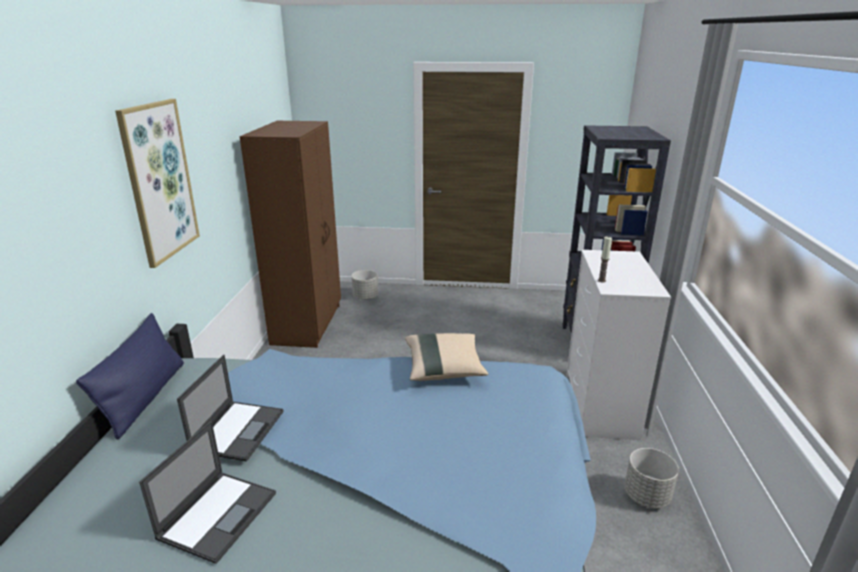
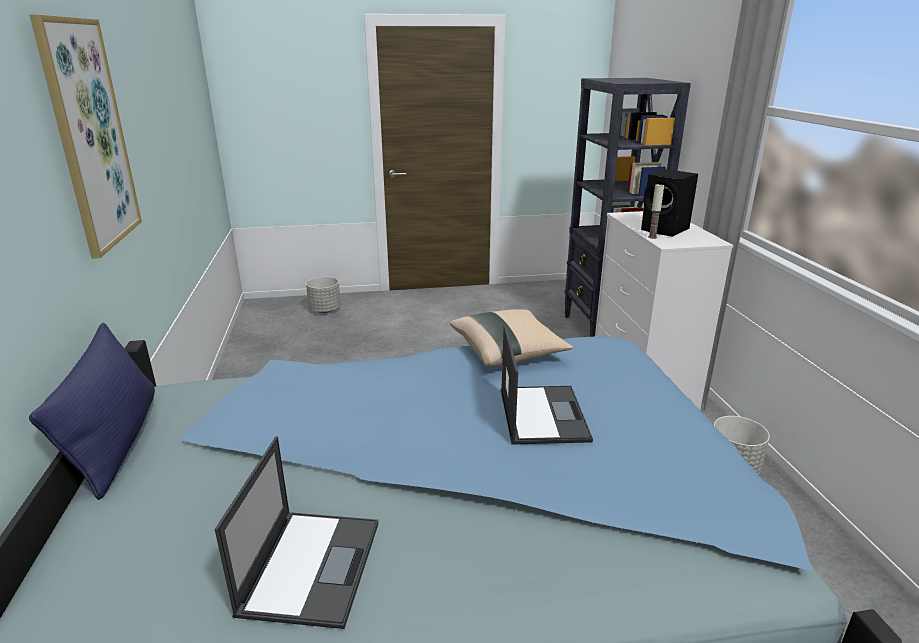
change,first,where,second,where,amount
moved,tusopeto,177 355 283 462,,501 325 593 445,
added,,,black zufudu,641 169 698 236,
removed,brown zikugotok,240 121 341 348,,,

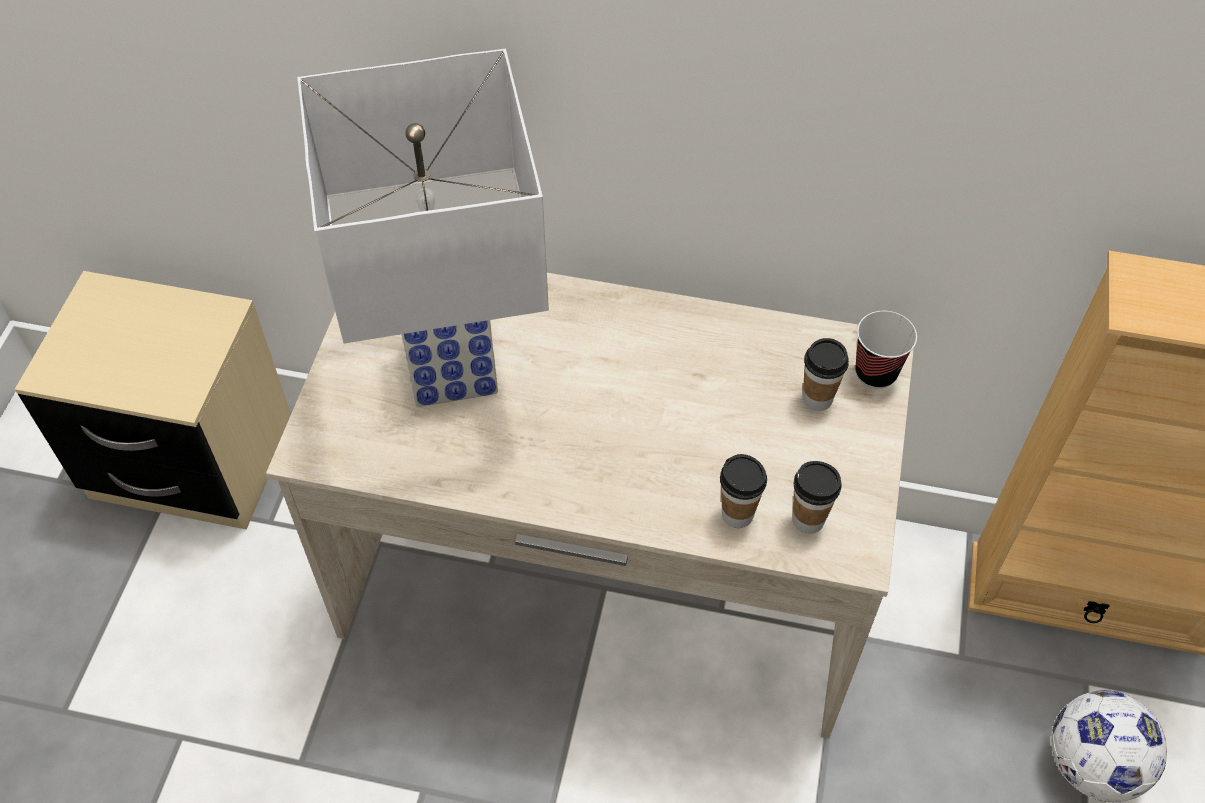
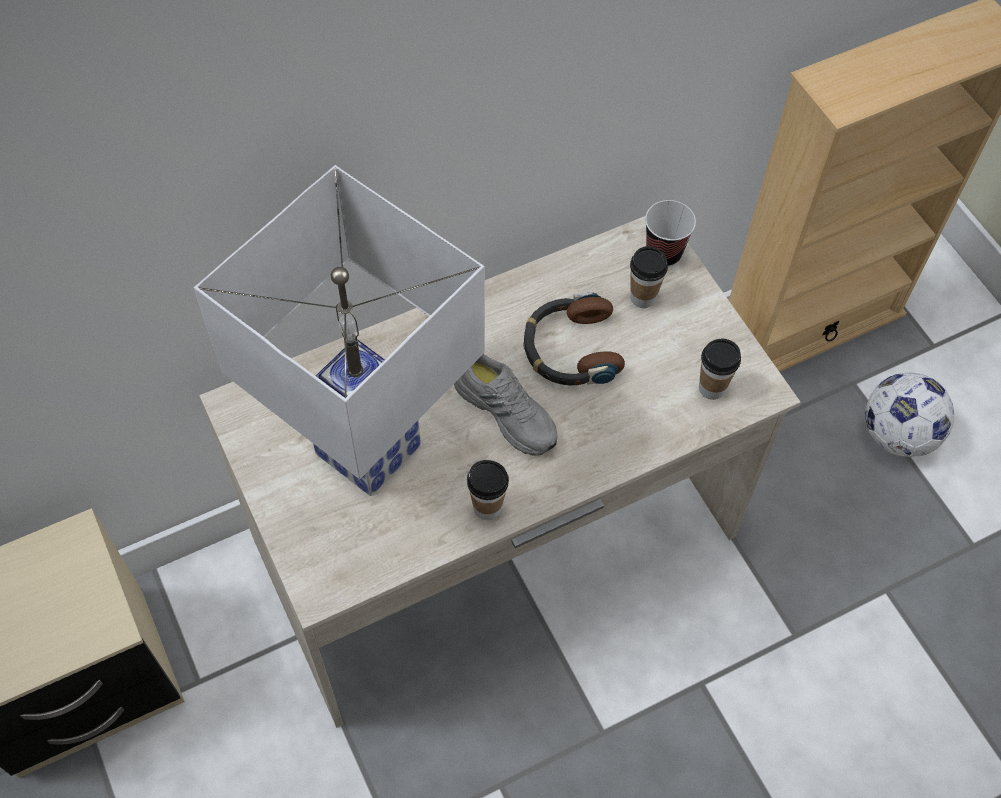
change,first,where,second,where,amount
added,,,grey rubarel,454 354 557 456,
moved,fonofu,720 454 767 528,,467 460 509 520,
added,,,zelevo,523 292 625 386,

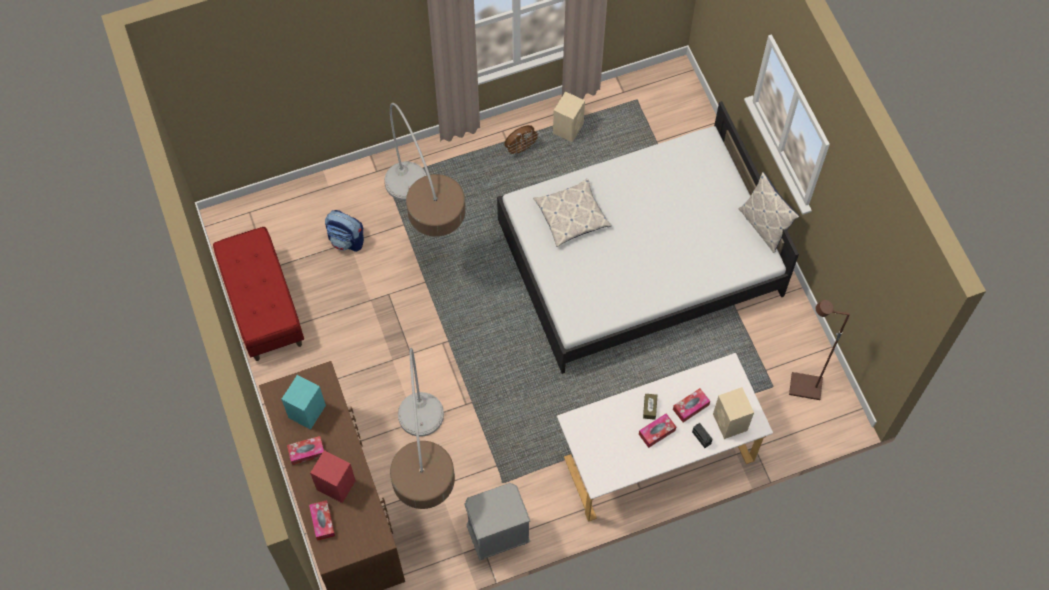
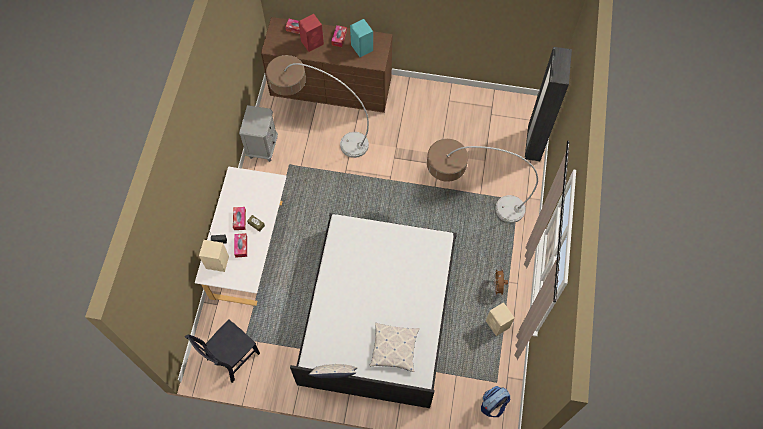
change,first,where,second,where,amount
replaced,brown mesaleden,789 300 850 400,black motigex,185 319 260 383,
moved,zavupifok,533 178 611 247,,369 322 420 372,
moved,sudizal,325 210 364 252,,481 386 510 417,
added,,,black zikugotok,525 47 572 161,
removed,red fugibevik,213 227 304 361,,,

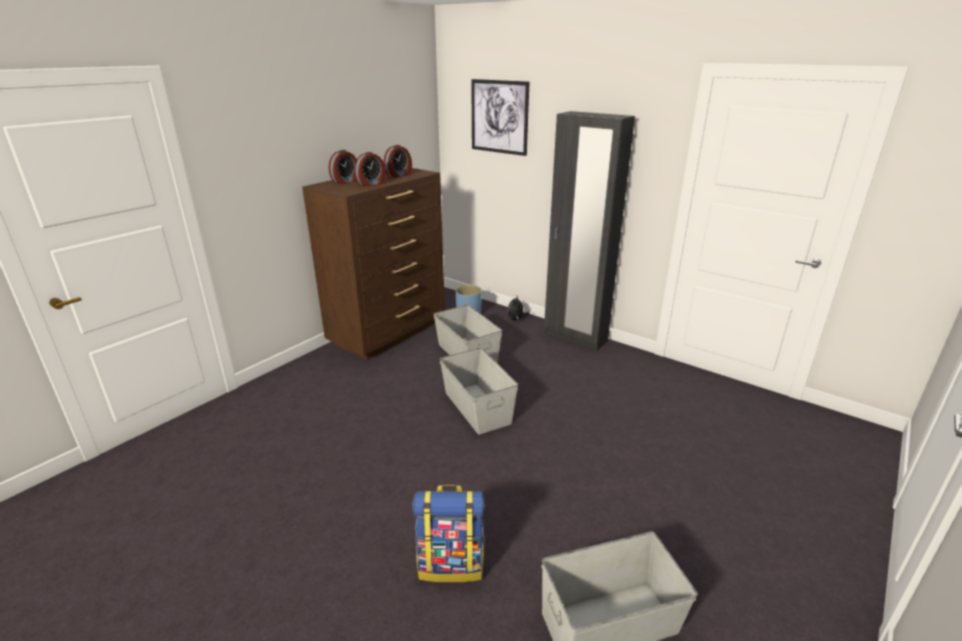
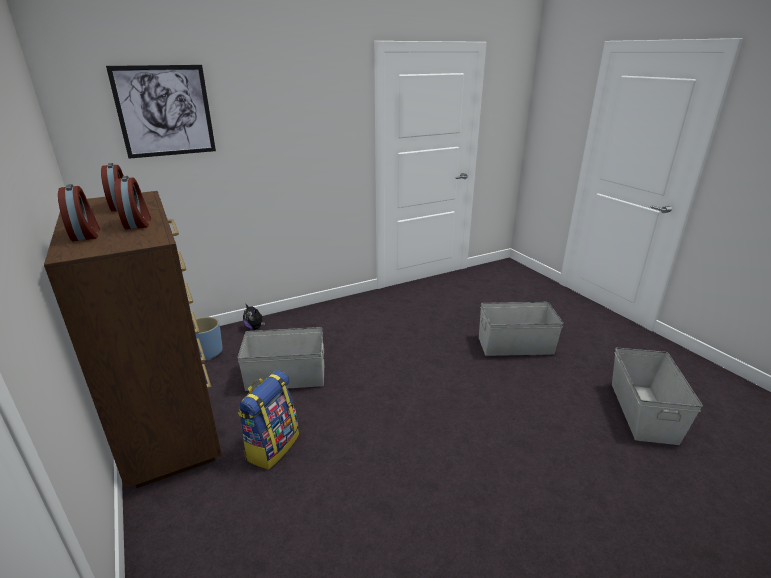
change,first,where,second,where,amount
moved,sudizal,413 485 485 582,,238 370 299 470,
moved,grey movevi,439 348 518 435,,479 302 563 356,
removed,black zikugotok,544 111 635 351,,,

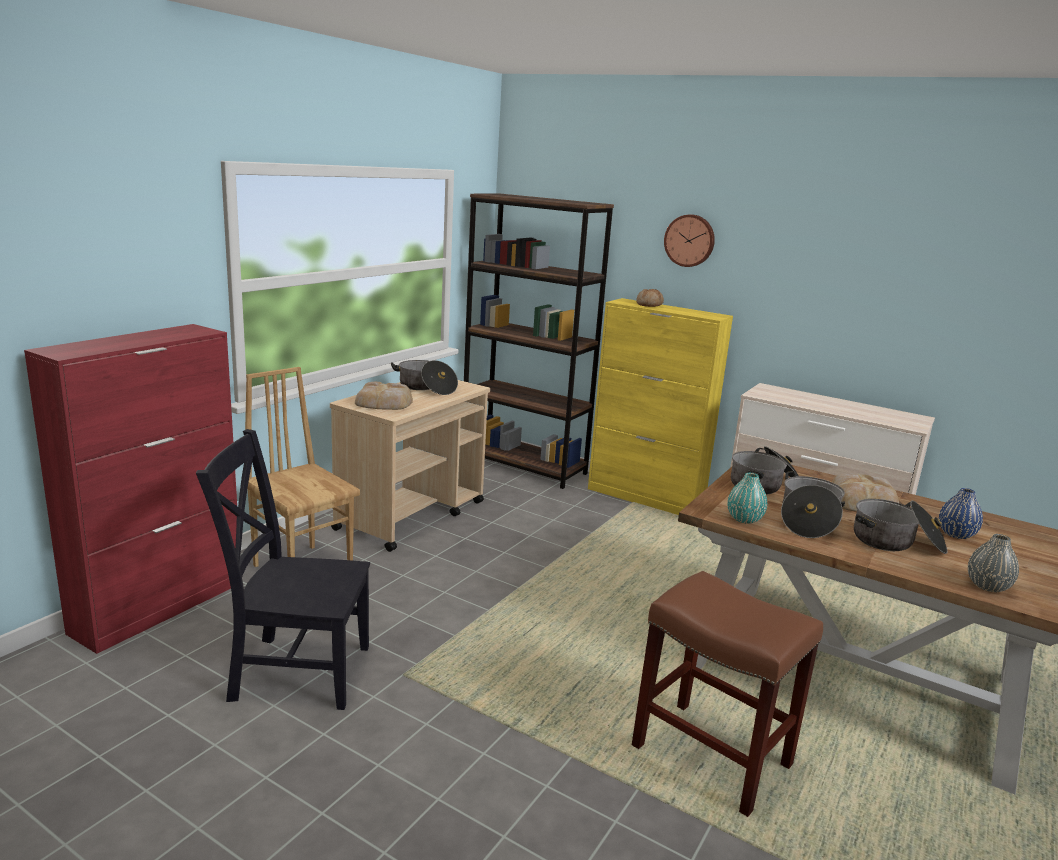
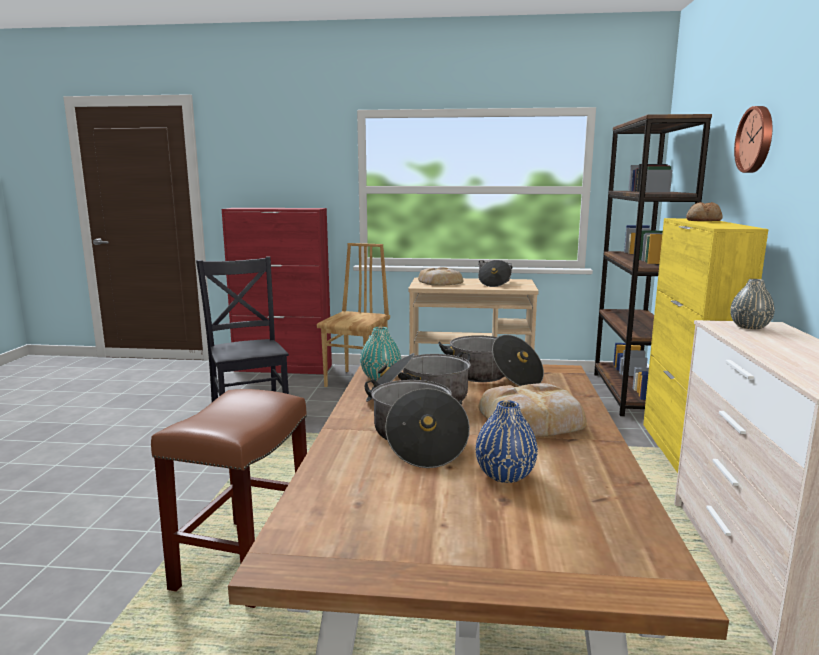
change,first,where,second,where,amount
moved,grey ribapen,968 534 1019 592,,730 279 775 329,

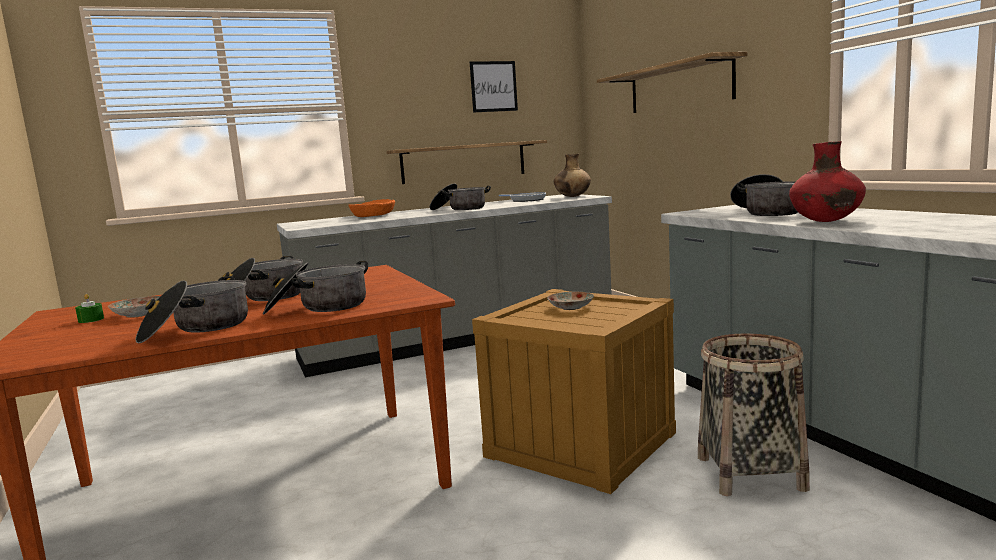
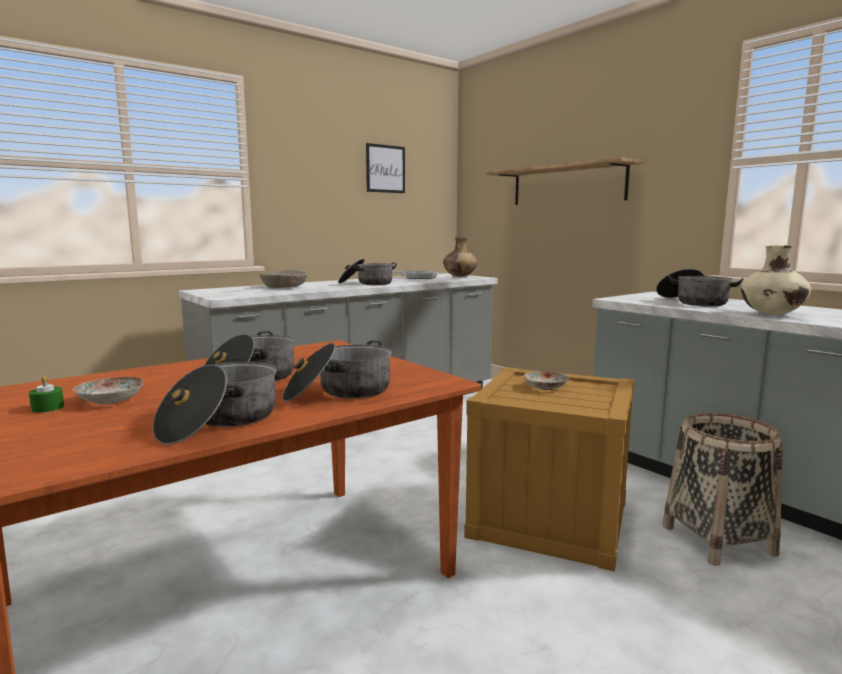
change,first,where,second,where,amount
recoloured,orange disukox,348 199 395 217,beige disukox,259 270 308 288,
recoloured,red ribapen,789 141 866 222,beige ribapen,741 245 811 315,
removed,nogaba,387 140 547 184,,,

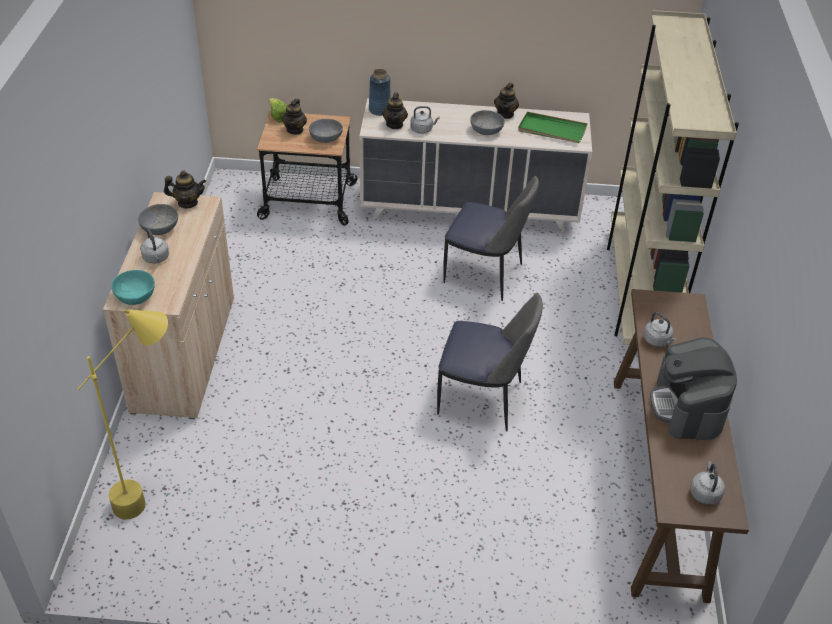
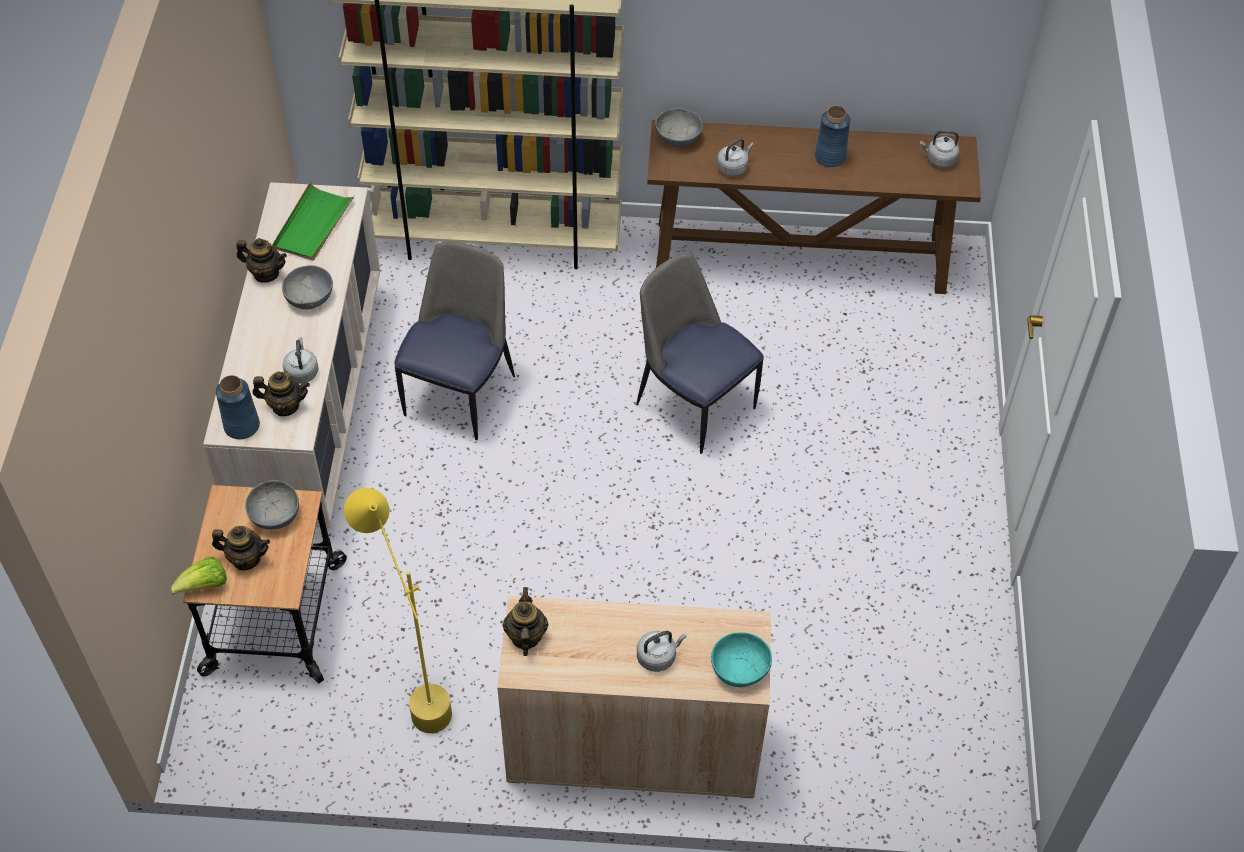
change,first,where,second,where,amount
moved,yellow mesaleden,78 309 168 519,,344 488 452 733,
turned,motigex,437 293 543 432,,636 254 764 454,60 degrees counterclockwise
moved,grey disukox,138 204 178 235,,655 108 703 147,
replaced,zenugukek,650 337 737 440,blue ribapen,815 106 850 167,

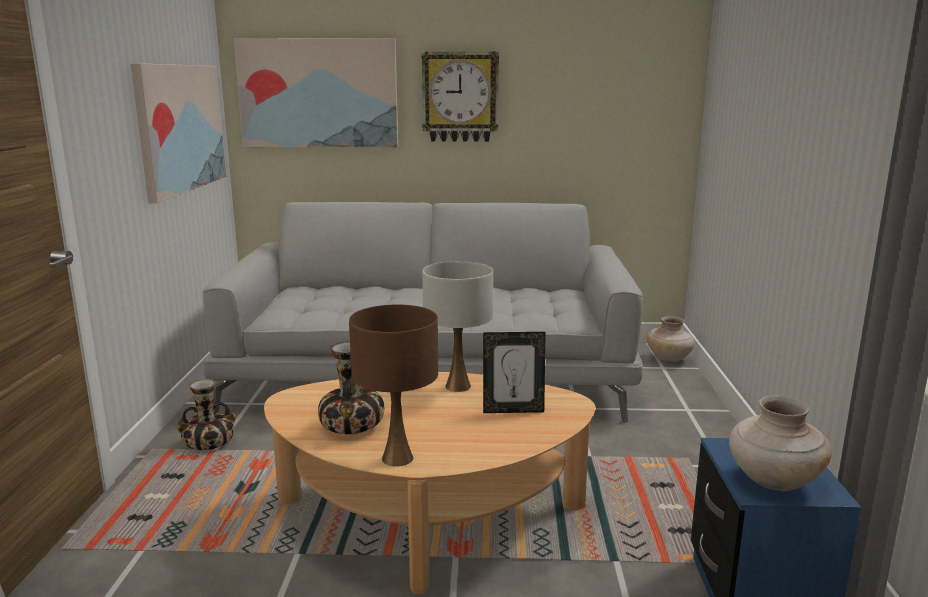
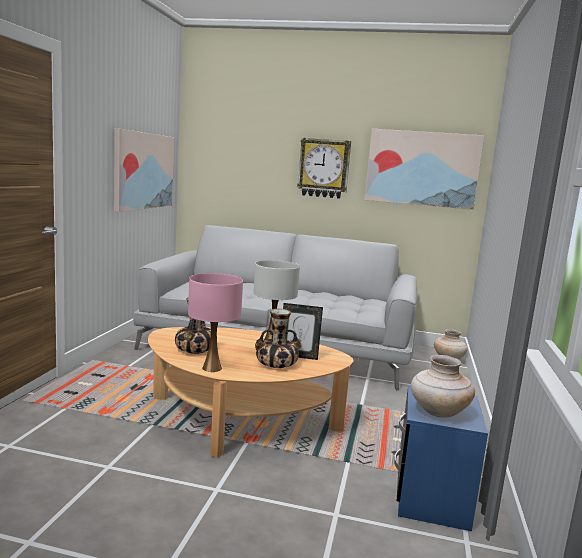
change,first,where,second,where,amount
recoloured,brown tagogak,349 305 438 467,pink tagogak,188 273 243 372,
moved,ribapen,177 379 236 450,,255 308 301 368,
moved,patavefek,234 38 398 148,,365 129 484 210,

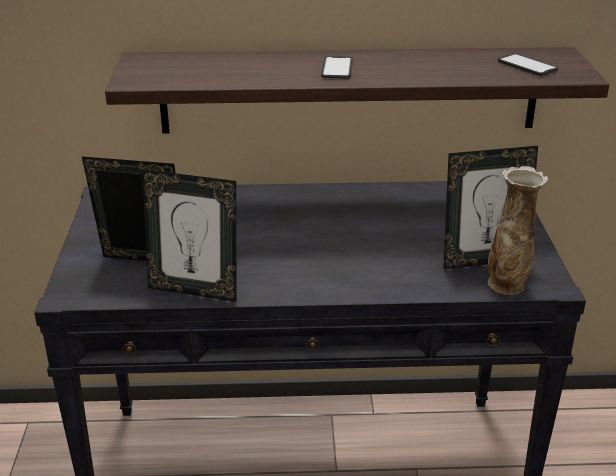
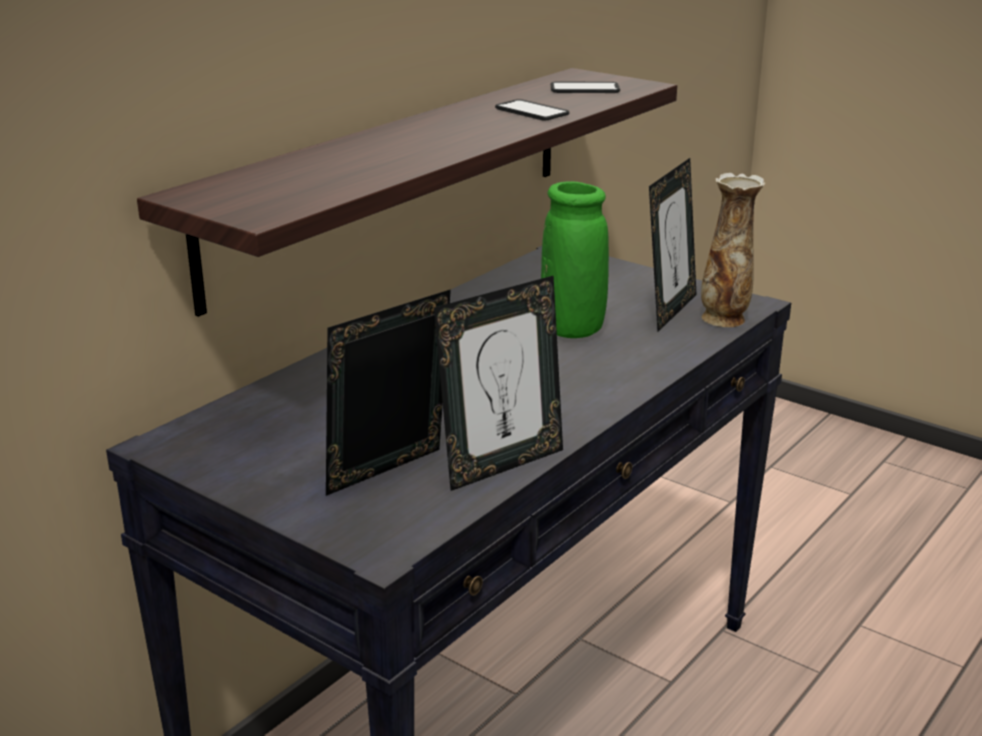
change,first,where,second,where,amount
moved,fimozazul,321 56 353 78,,495 99 569 120,
added,,,green ribapen,541 181 609 338,

